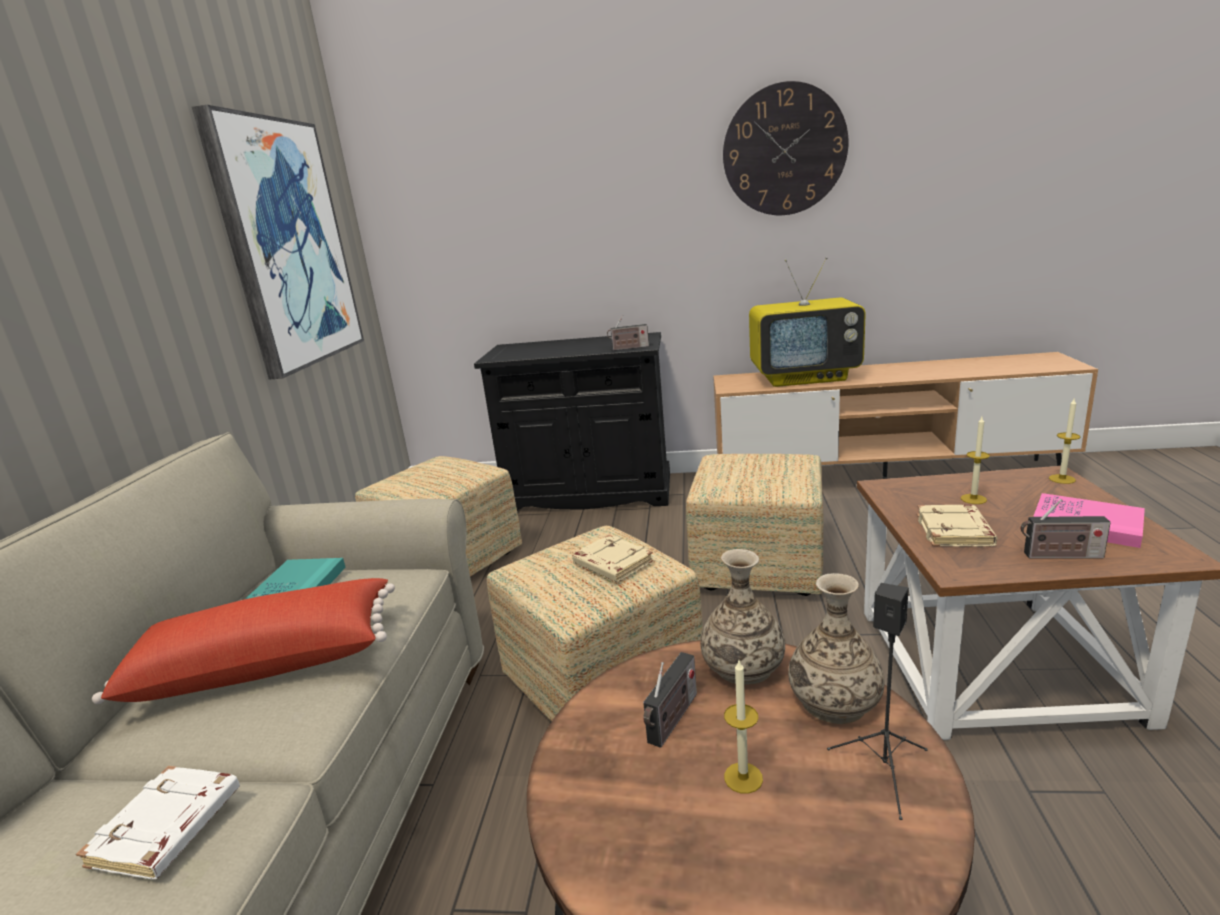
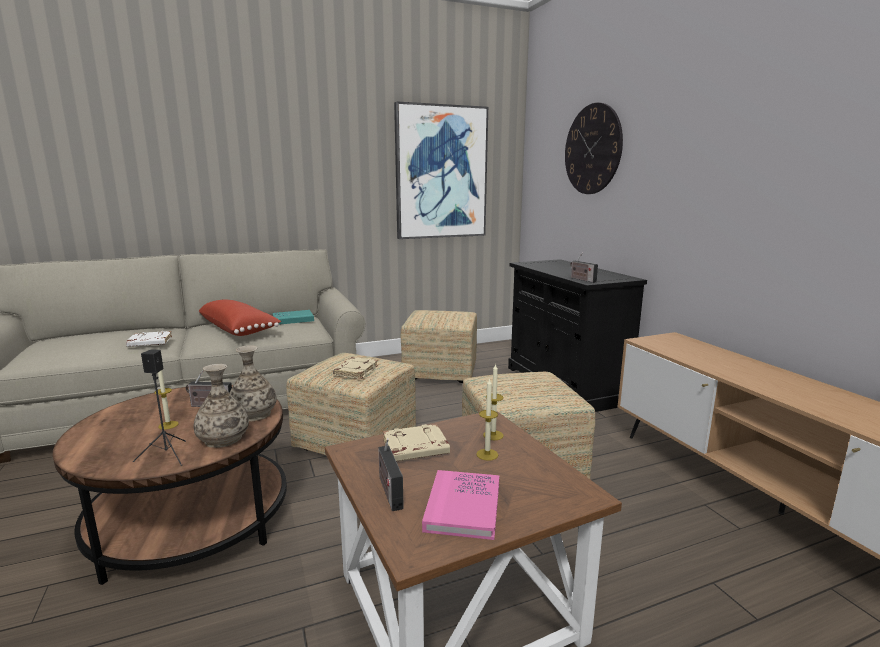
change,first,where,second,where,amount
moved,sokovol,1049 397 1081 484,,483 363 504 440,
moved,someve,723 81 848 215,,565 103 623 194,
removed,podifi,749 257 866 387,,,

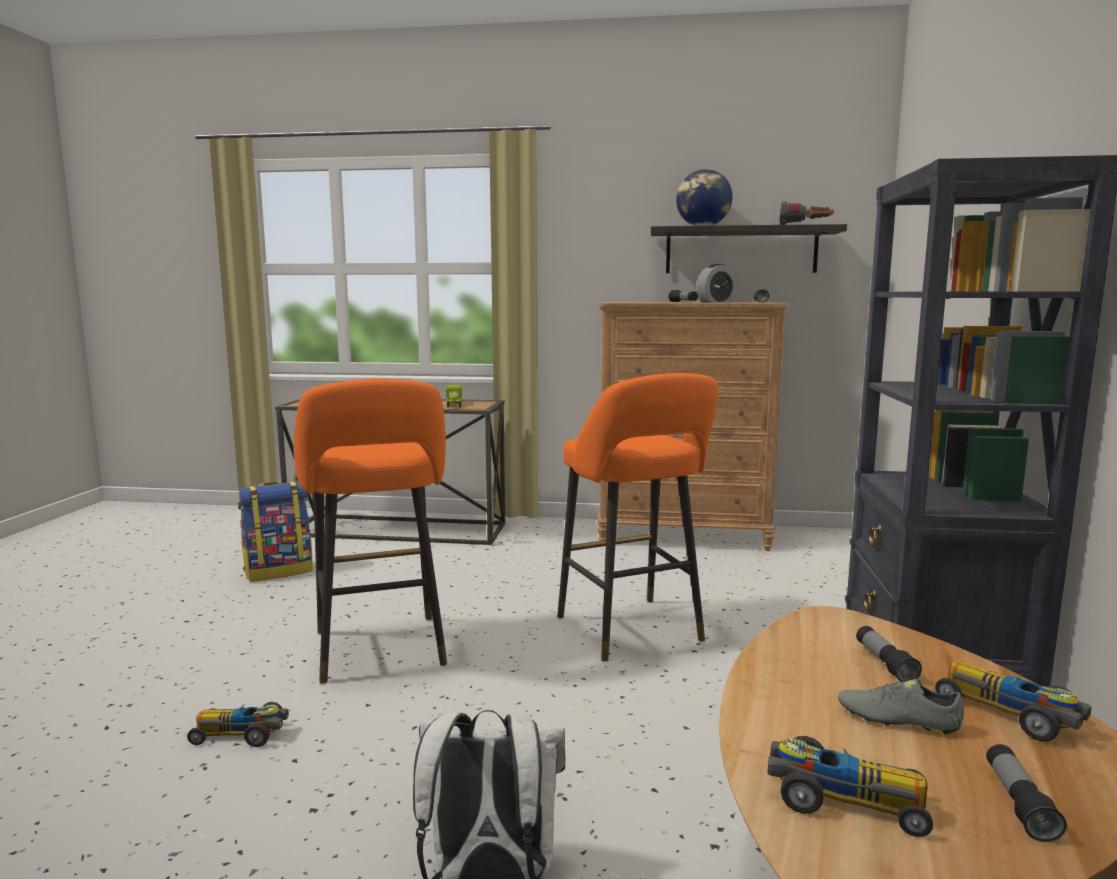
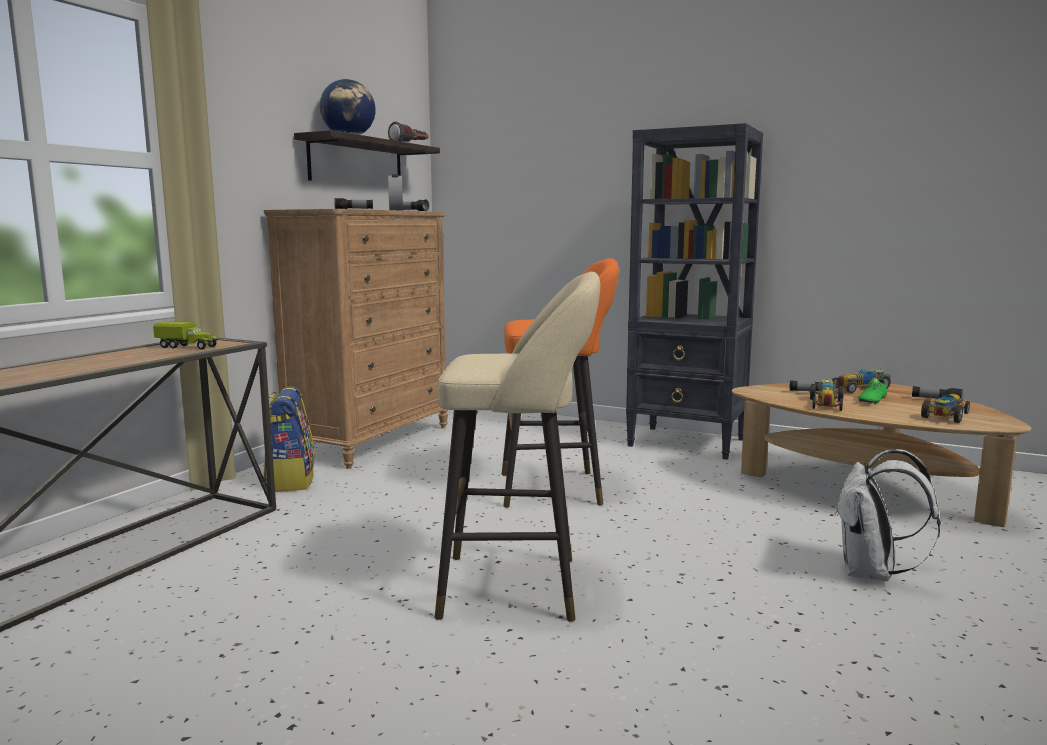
change,first,where,second,where,amount
moved,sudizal,238 481 313 582,,264 386 315 492,
recoloured,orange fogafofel,293 379 447 684,beige fogafofel,435 272 600 622,
moved,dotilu,187 702 289 747,,809 379 845 411,
recoloured,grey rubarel,838 679 964 735,green rubarel,858 378 887 404,

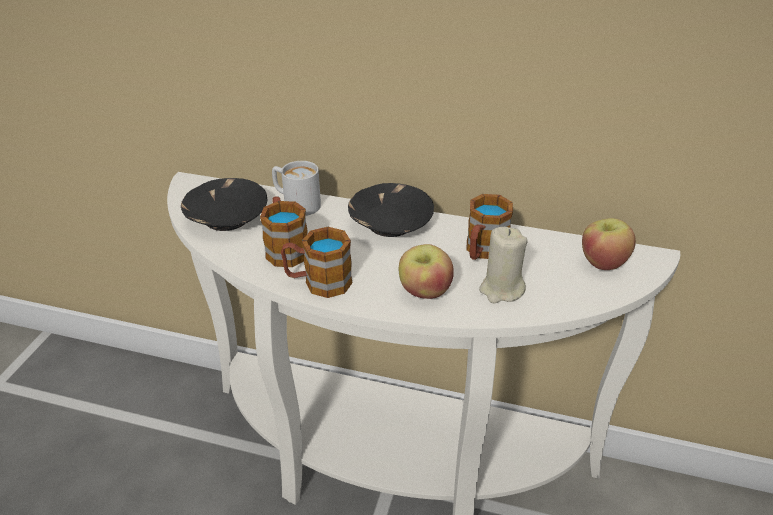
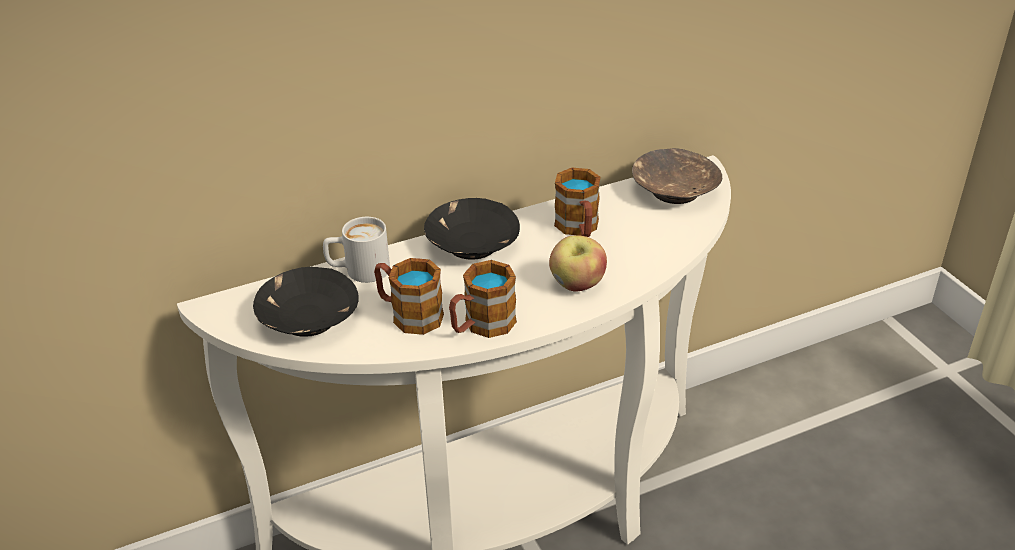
change,first,where,second,where,amount
replaced,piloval,582 218 636 270,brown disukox,632 148 722 204,
removed,beige sokovol,479 227 528 303,,,

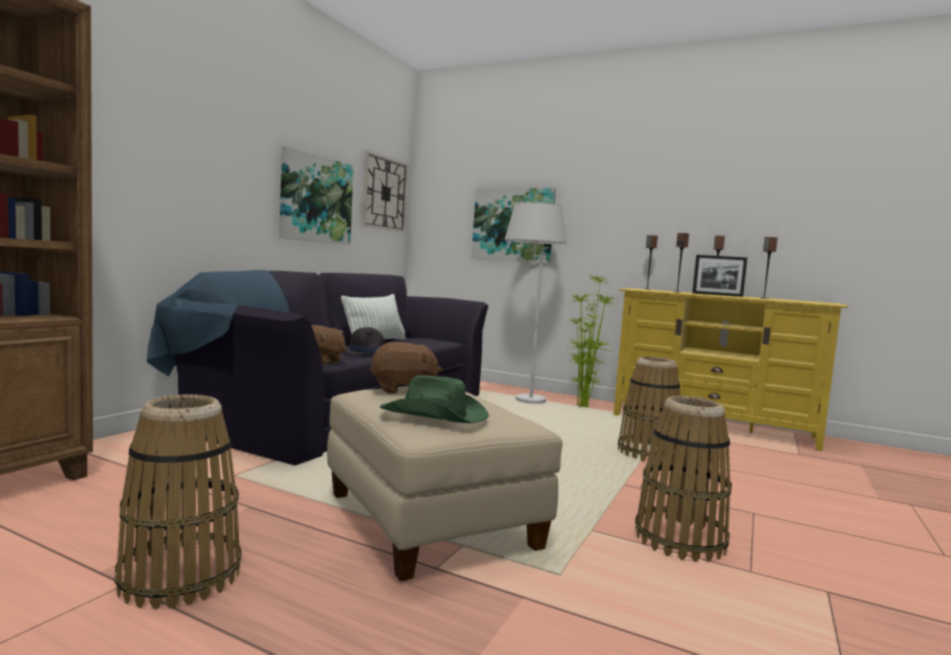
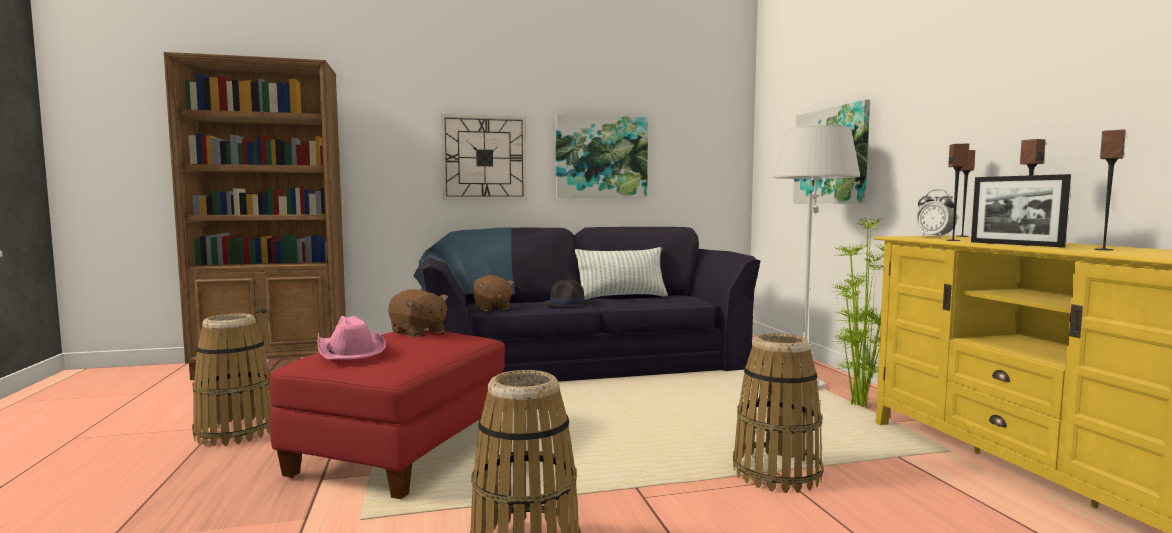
change,first,where,second,where,amount
recoloured,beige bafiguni,327 387 563 581,red bafiguni,269 331 505 499,
recoloured,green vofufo,380 375 489 423,pink vofufo,317 316 386 360,
moved,someve,362 151 408 232,,441 114 527 200,
added,,,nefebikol,915 189 957 238,

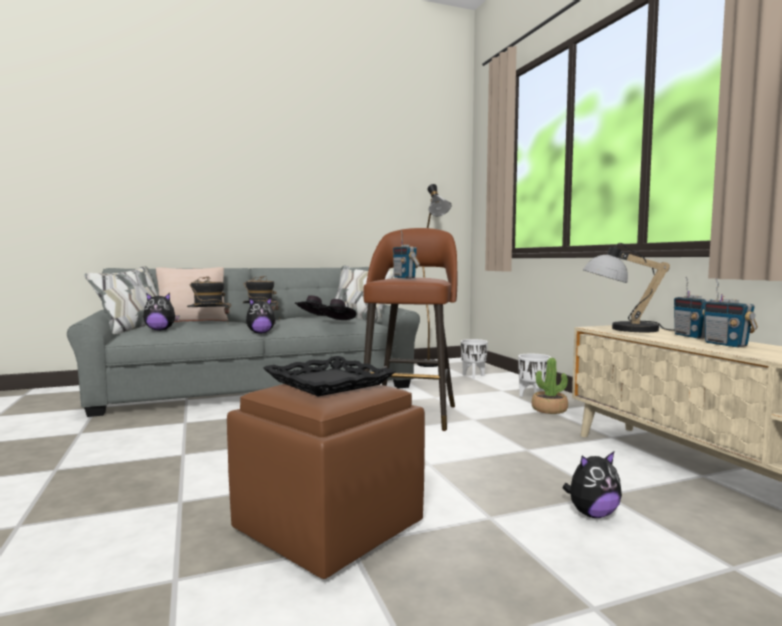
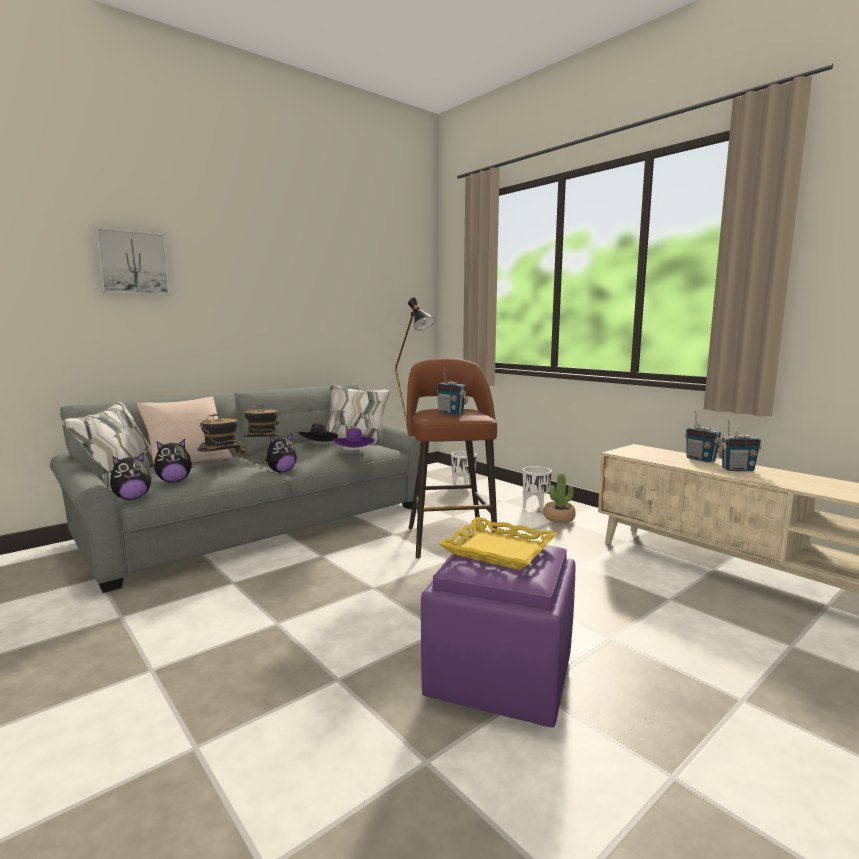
change,first,where,second,where,amount
added,,,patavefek,95 227 170 295,
moved,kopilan,563 451 622 518,,110 453 152 500,
recoloured,black vofufo,317 299 356 320,purple vofufo,333 428 374 448,
recoloured,brown bafiguni,227 384 425 579,purple bafiguni,421 536 575 728,
recoloured,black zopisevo,263 356 395 396,yellow zopisevo,438 517 558 570,
turned,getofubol,702 278 758 347,,718 419 761 471,45 degrees counterclockwise
removed,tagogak,583 243 675 332,,,

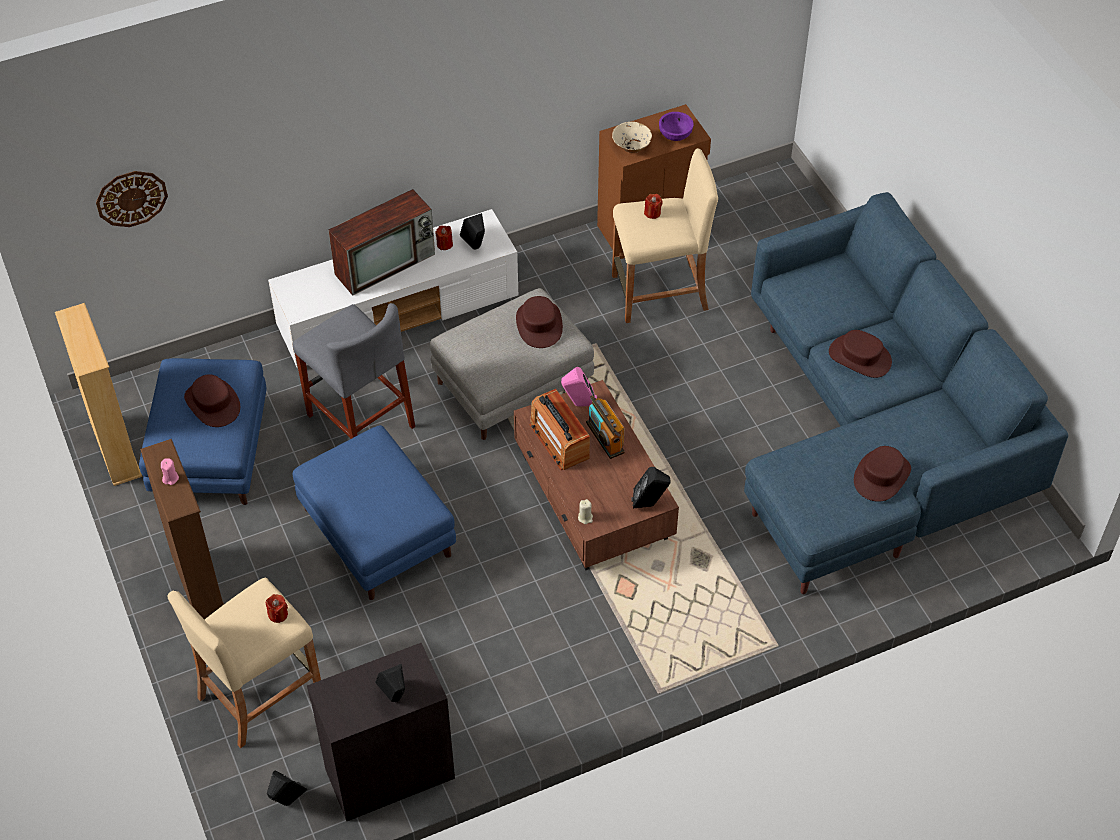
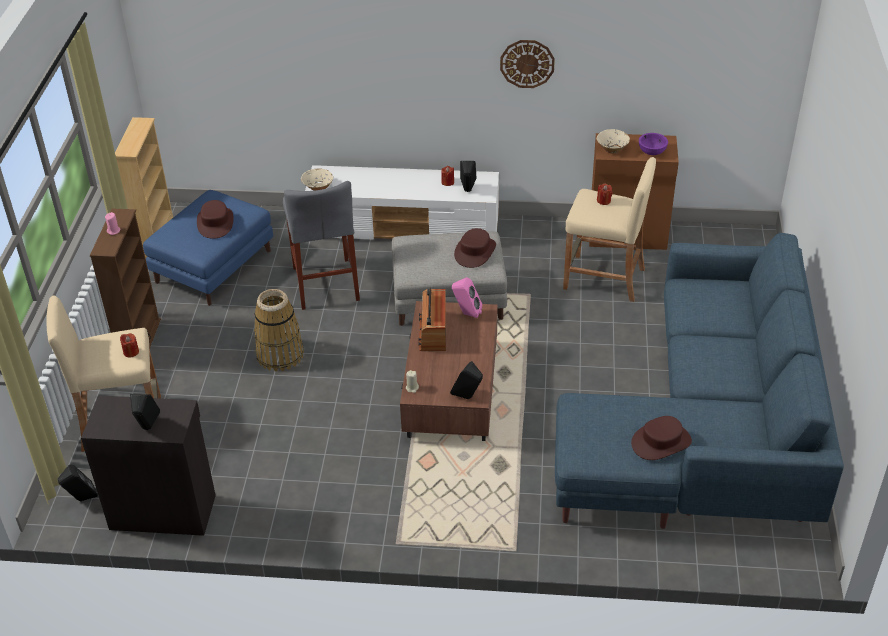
change,first,where,second,where,amount
replaced,blue bafiguni,293 425 456 600,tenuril,254 289 304 372,
added,,,beige disukox,301 168 333 191,
moved,someve,96 171 168 227,,500 40 555 88,
removed,podifi,328 189 435 296,,,
removed,getofubol,586 395 625 459,,,
removed,brown vofufo,829 330 892 378,,,

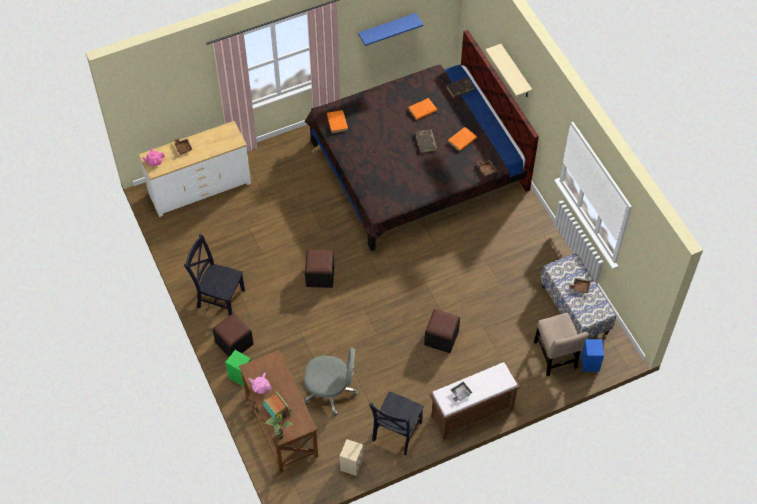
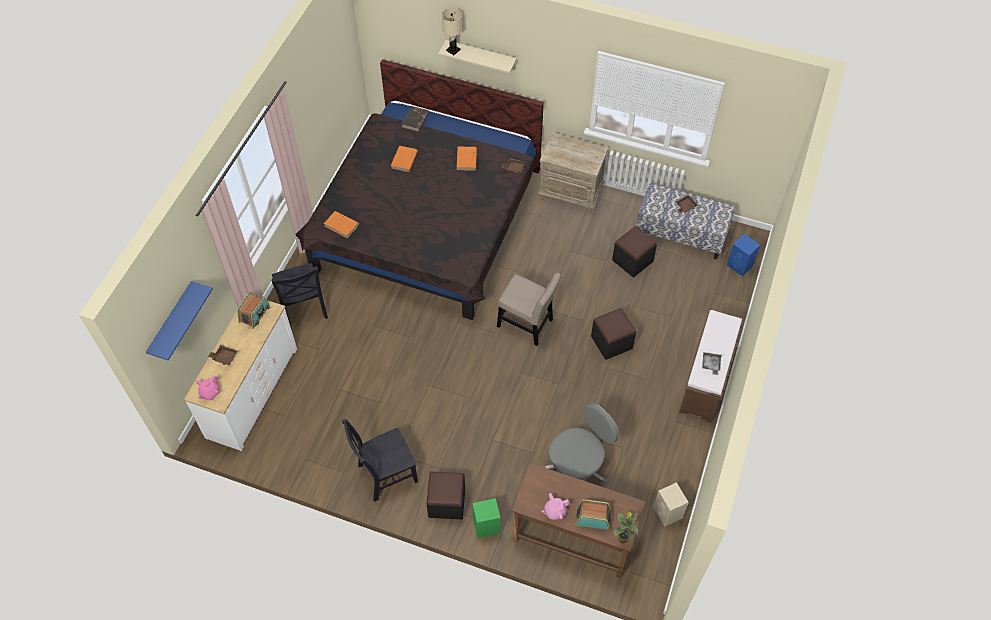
change,first,where,second,where,amount
moved,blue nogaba,358 13 424 46,,146 281 213 361,
added,,,getofubol,237 292 270 329,
moved,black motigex,369 391 424 455,,272 263 328 327,
added,,,beige tagogak,442 8 462 55,
moved,beige motigex,534 313 589 377,,497 273 561 346,
added,,,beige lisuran,538 132 609 213,
moved,black bafiguni,305 250 334 288,,612 226 657 277,
removed,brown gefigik,415 129 437 153,,,

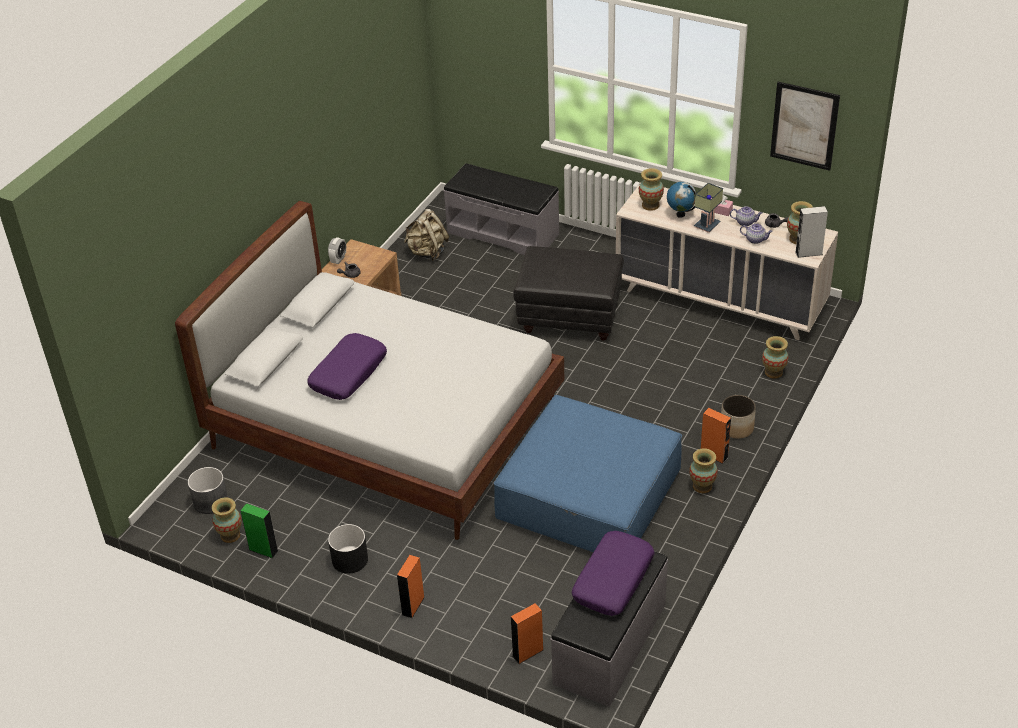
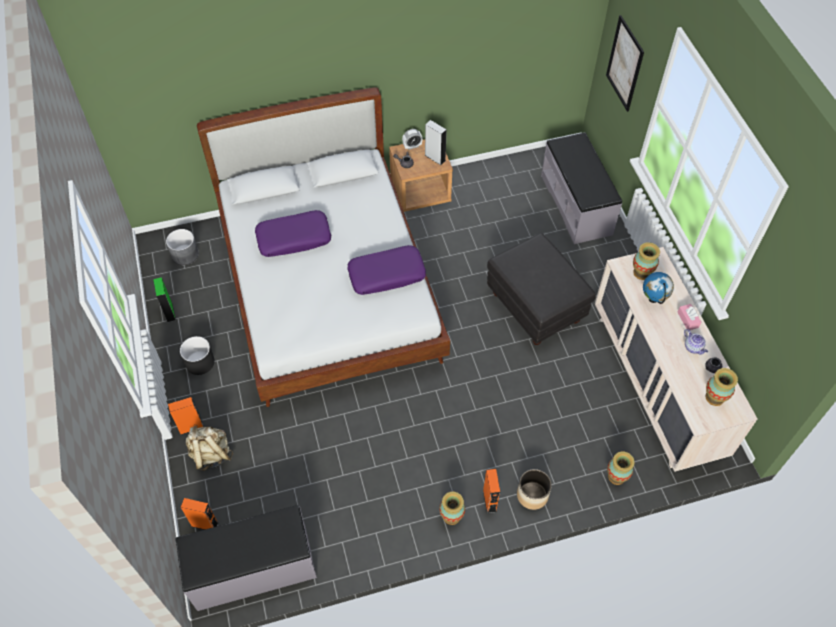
change,first,where,second,where,amount
moved,beige sudizal,404 209 449 261,,186 426 233 471,
moved,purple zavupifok,572 531 654 616,,347 245 426 295,
moved,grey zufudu,795 206 828 258,,425 120 447 165,
moved,patavefek,770 82 840 171,,606 15 644 112,
removed,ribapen,212 498 242 543,,,
removed,blue bafiguni,494 395 682 552,,,
removed,tagogak,694 183 723 233,,,
removed,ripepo,740 223 773 244,,,

